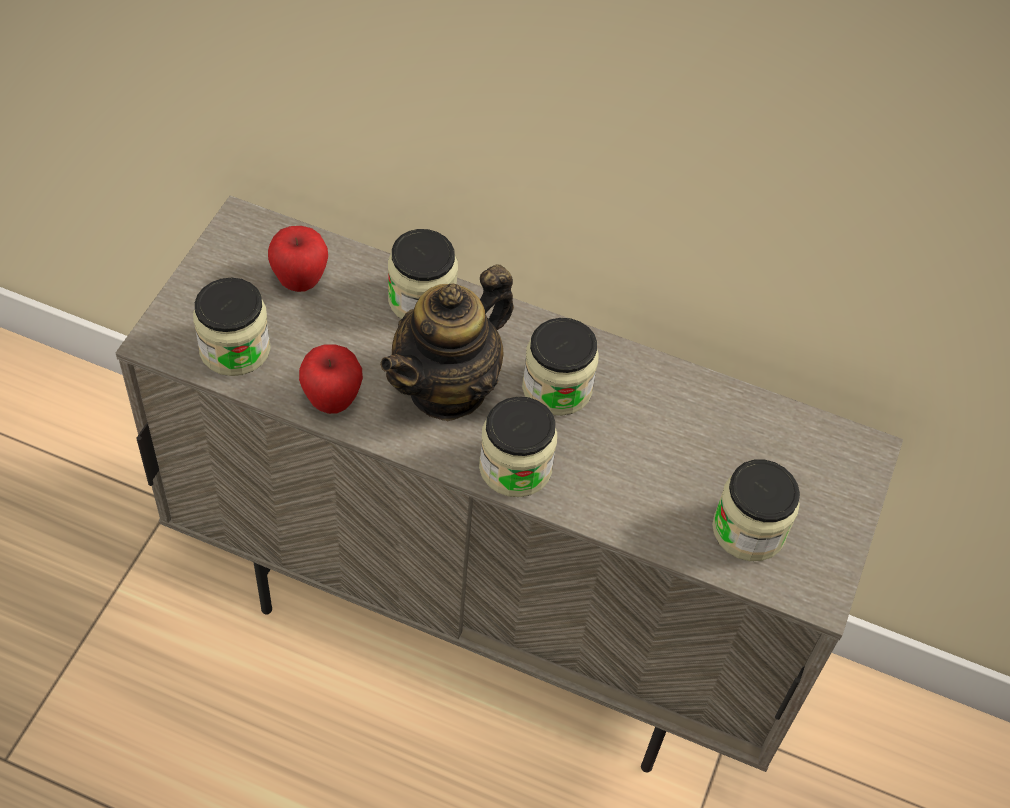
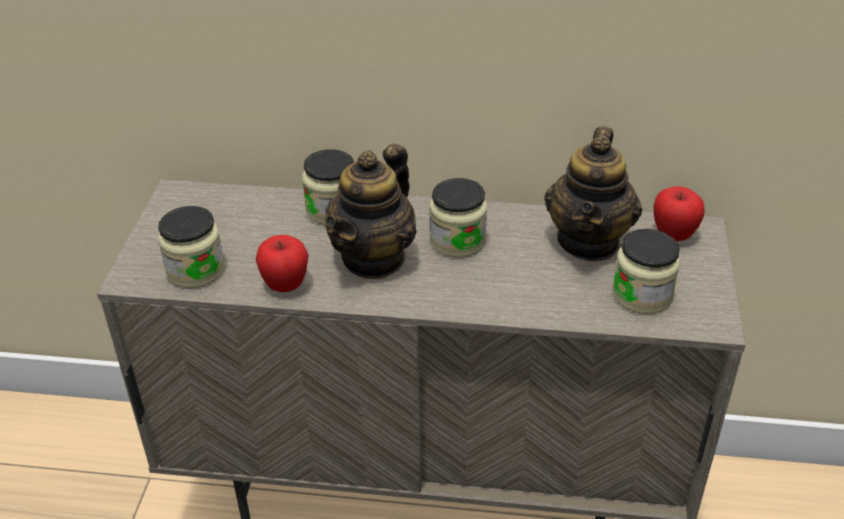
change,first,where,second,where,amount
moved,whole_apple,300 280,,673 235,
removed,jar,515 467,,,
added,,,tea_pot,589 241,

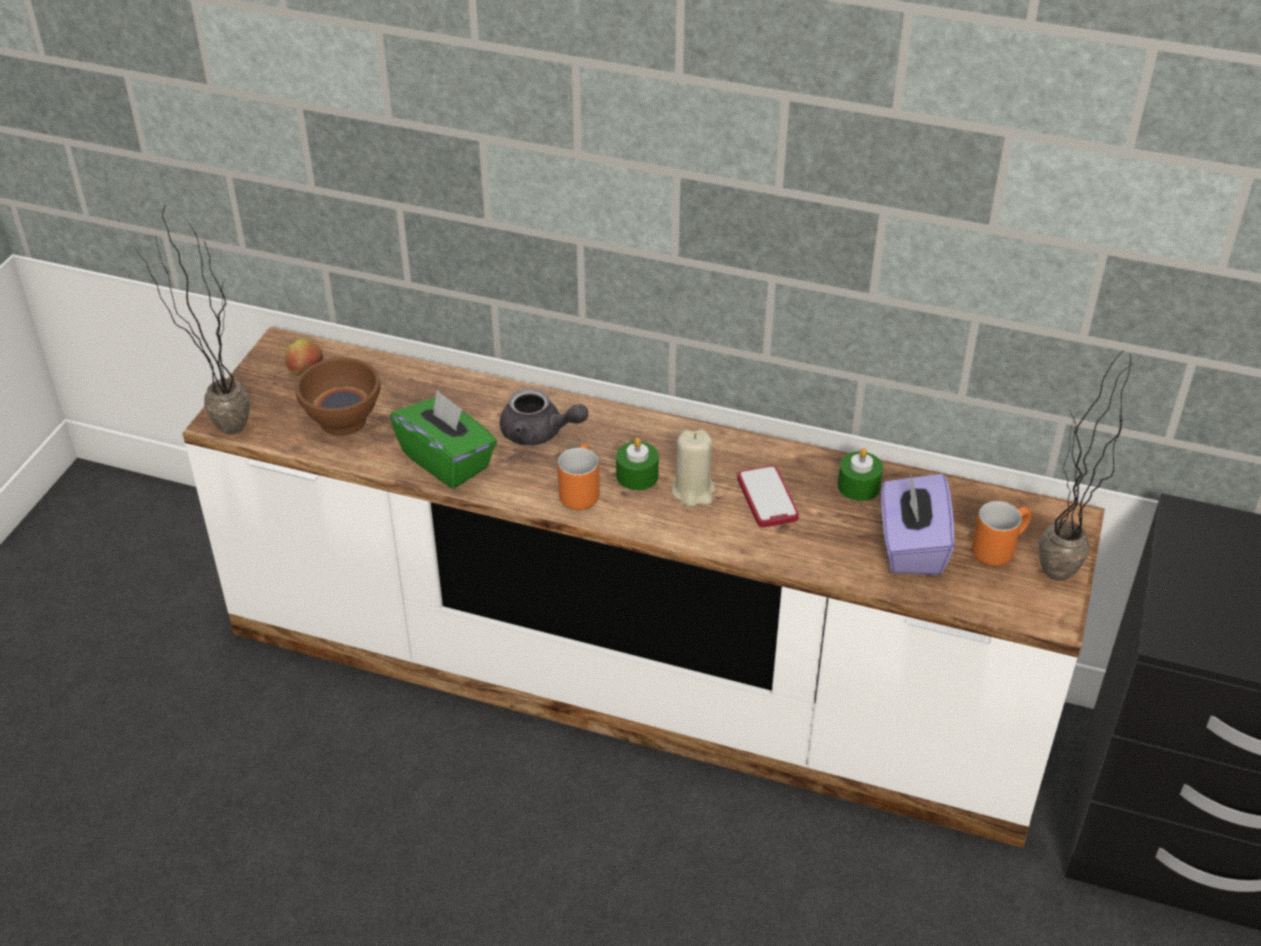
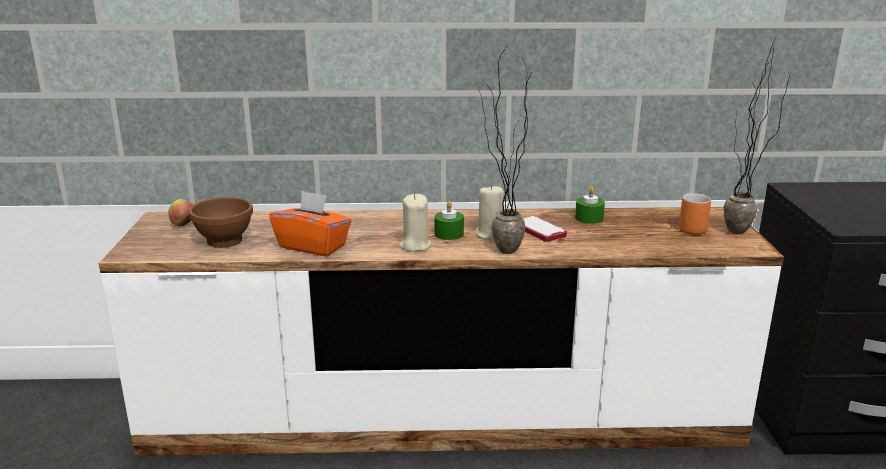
change,first,where,second,where,amount
moved,plant_in_a_pot,219 428,,497 253,
removed,greyish_tea_pot,539 433,,,
recoloured,greenish_box_of_tissues,447 460,orange_box_of_tissues,313 246,
replaced,orange_coffee_mug,578 491,sand-coloured_wax_candle,415 245,
removed,purple-coloured_box_of_tissues,911 546,,,

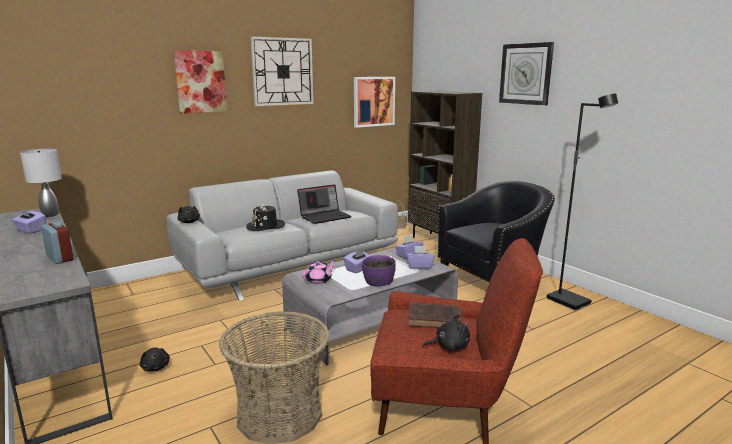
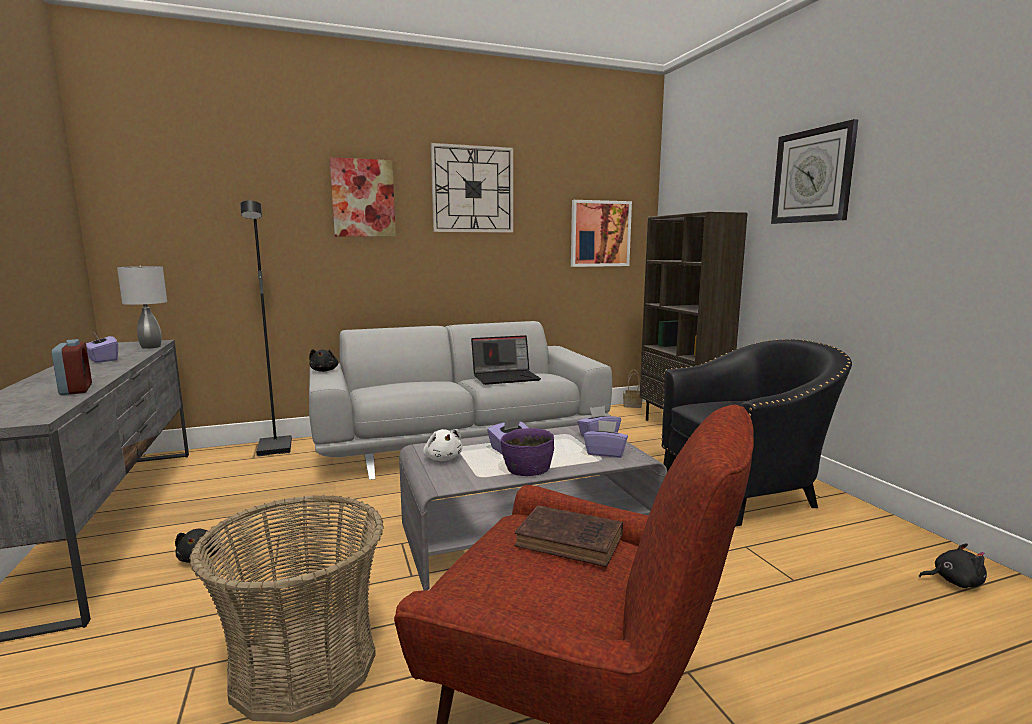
change,first,where,second,where,amount
moved,black-coloured_standing_lamp,569 301,,276 448,
removed,black-coloured_wearable_hat,265 226,,,
replaced,pinkish_tea_pot,319 280,white-coloured_plush_toy,442 458,
moved,black-coloured_plush_toy,449 346,,953 581,

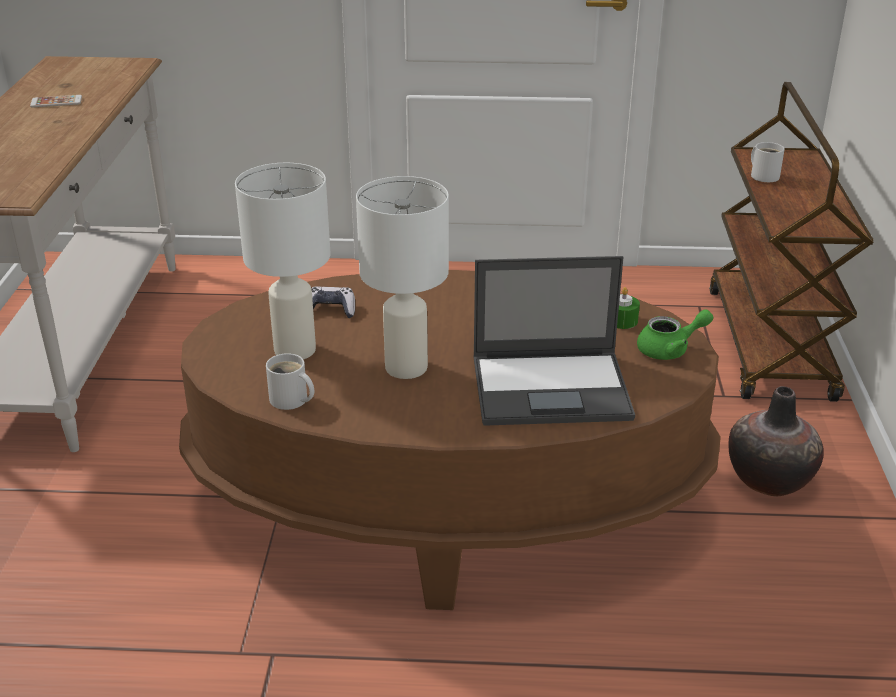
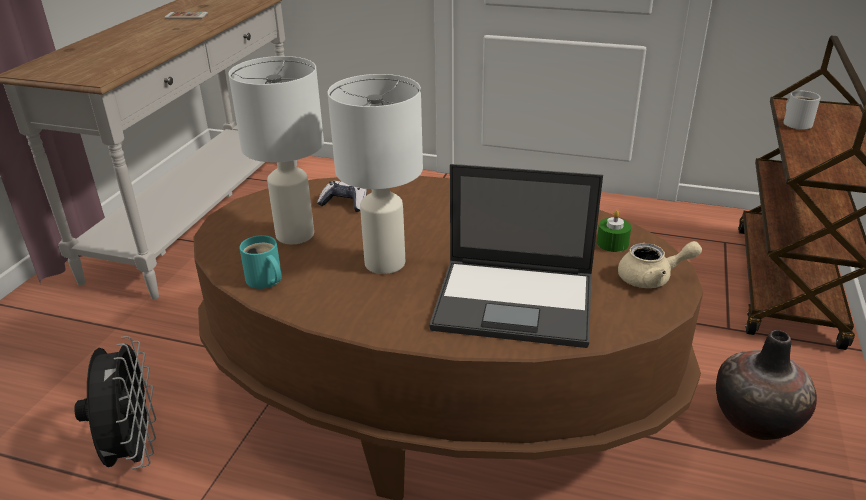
change,first,where,second,where,amount
recoloured,greenish_tea_pot,670 350,sand-coloured_tea_pot,652 278,
recoloured,white-coloured_coffee_mug,290 401,turquoise-coloured_coffee_mug,264 280,
added,,,black-coloured_fan,133 450,

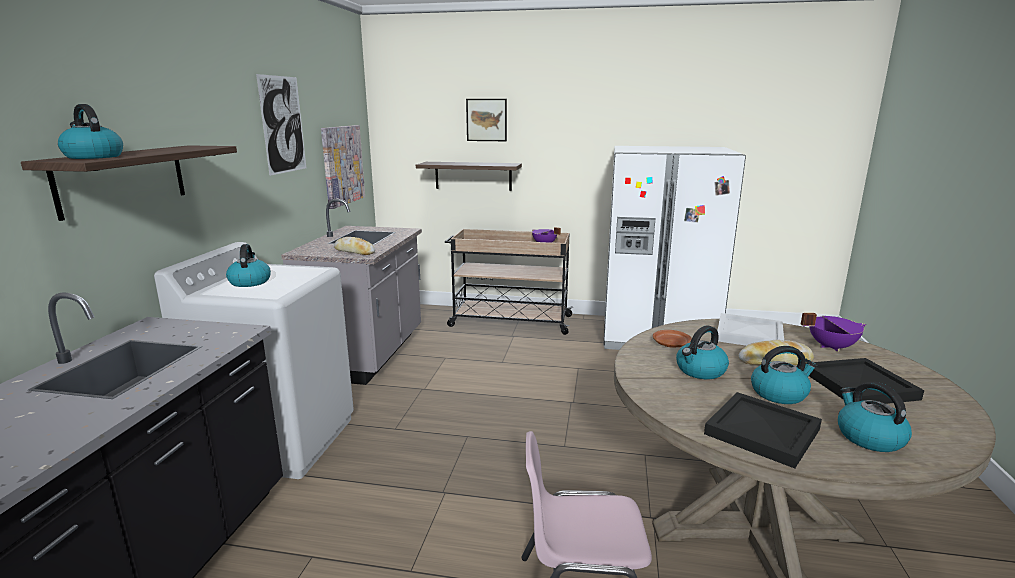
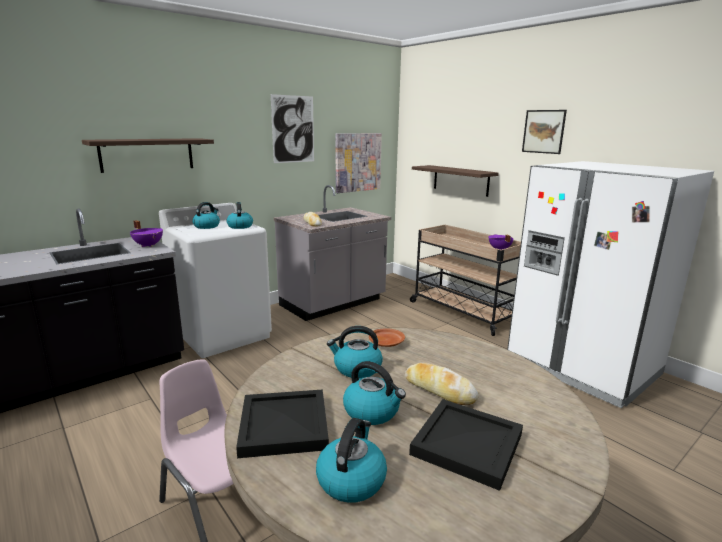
change,first,where,second,where,amount
moved,picture,486 120,,543 131,
moved,kettle,93 157,,240 226,
removed,white-coloured_serving_tray,750 335,,,
moved,purple-coloured_saucepot,830 346,,149 245,

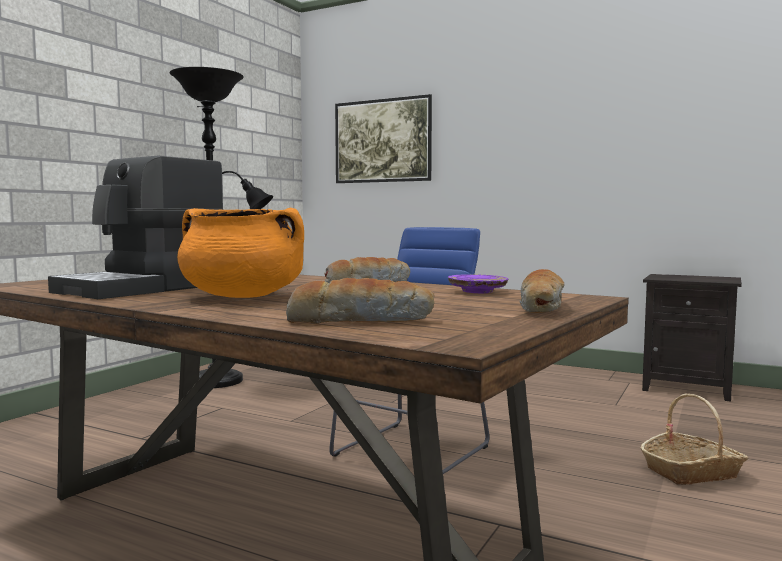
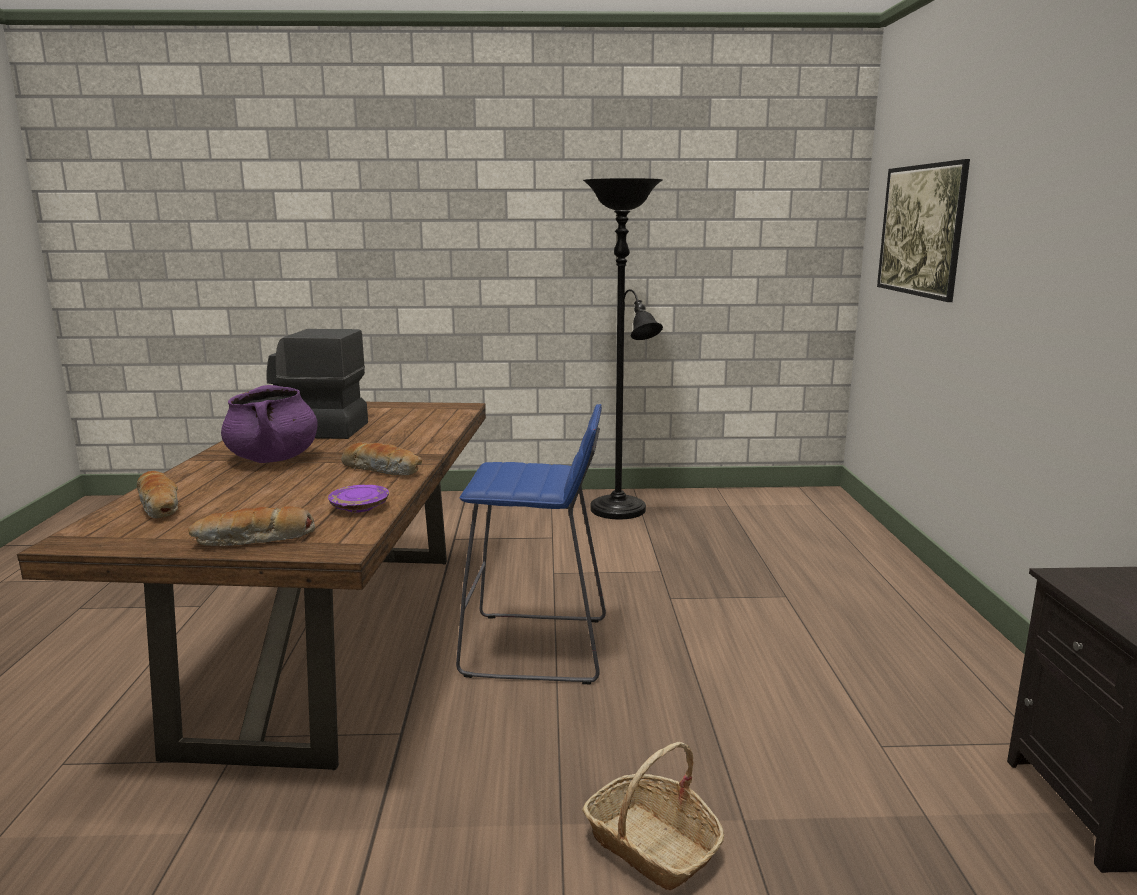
change,first,where,second,where,amount
recoloured,orange_saucepot,243 297,purple-coloured_saucepot,273 459,

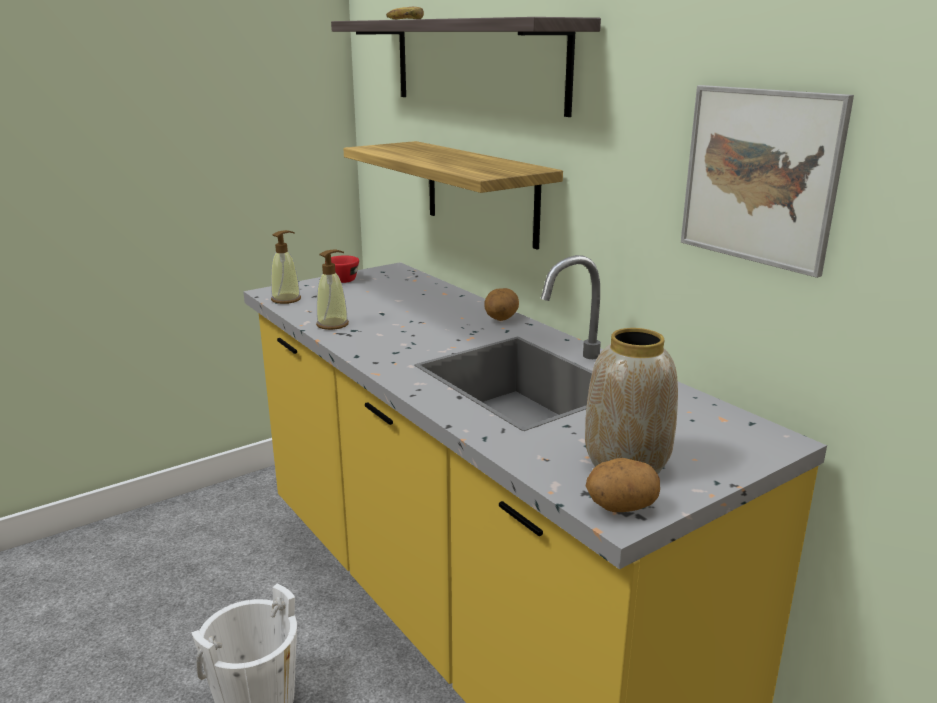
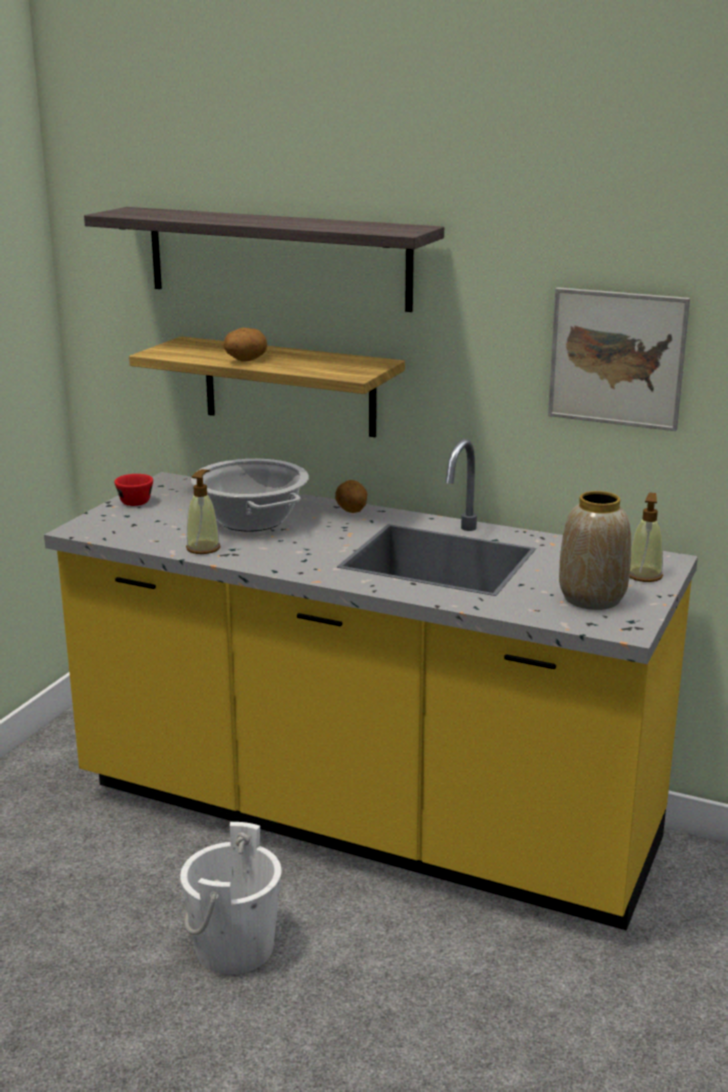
change,first,where,second,where,amount
removed,whole_banana,403 19,,,
moved,soap_dispenser,286 299,,644 575,
moved,whole_potato,621 507,,245 360,
added,,,saucepot,252 520,

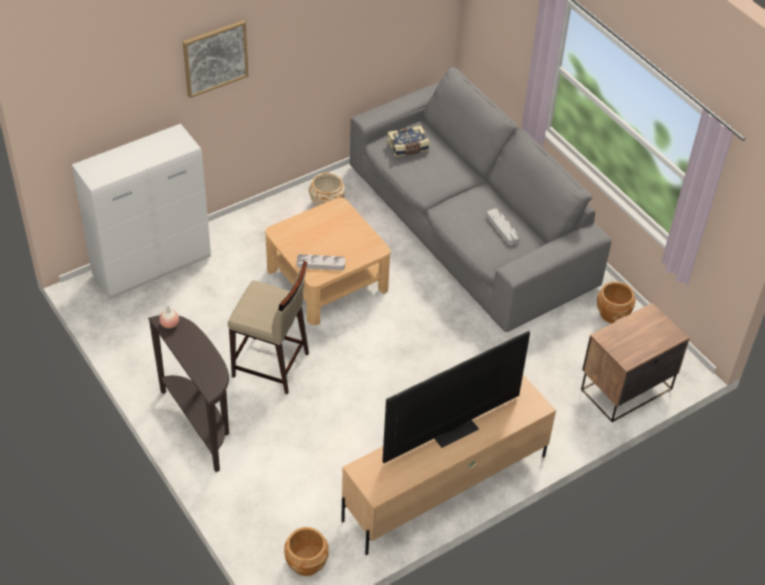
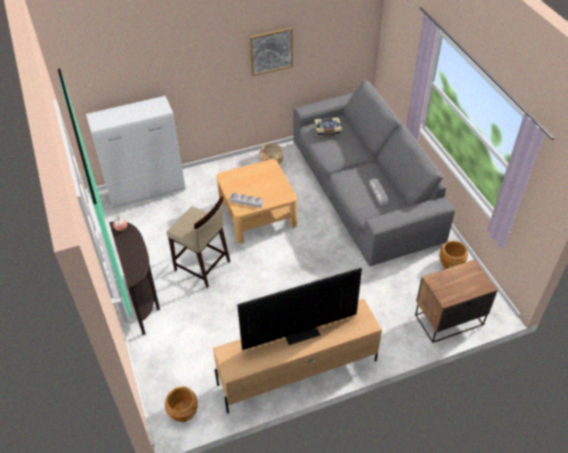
change,first,where,second,where,amount
moved,picture,215 58,,271 51,

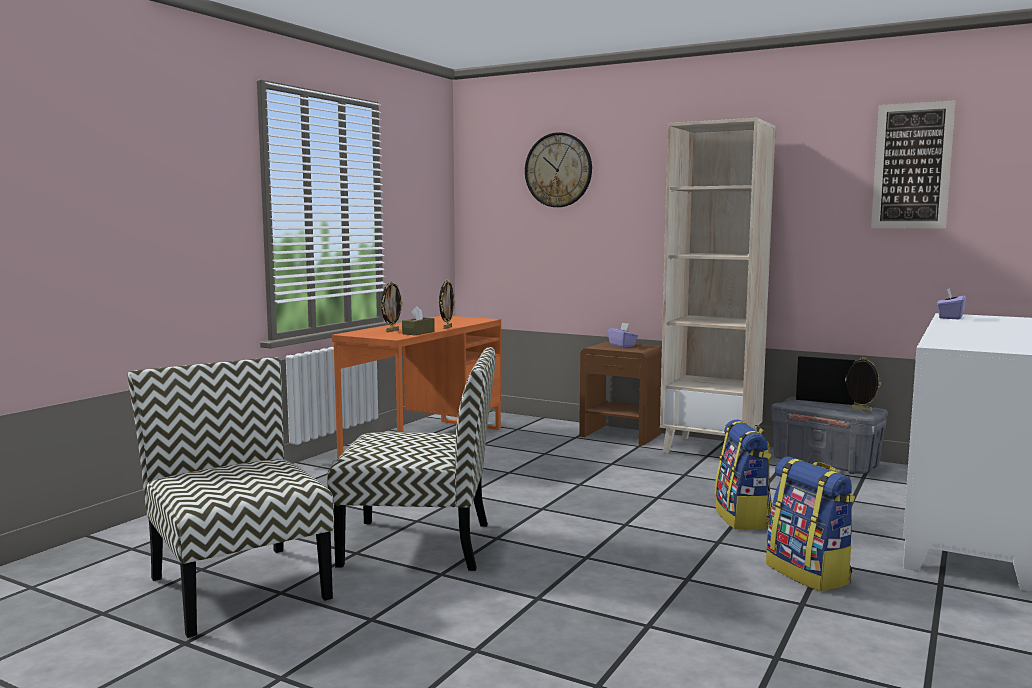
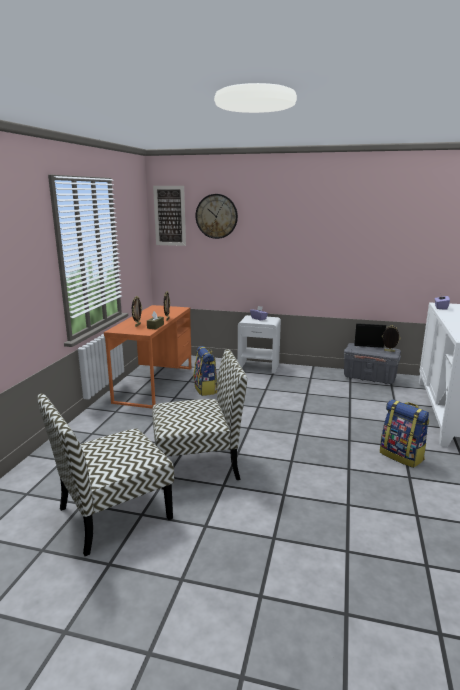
change,first,where,second,where,amount
moved,picture,912 166,,169 216,
removed,sand-coloured_shelving_unit,711 450,,,
recoloured,brown_nightstand,621 435,white-coloured_nightstand,259 366,
turned,chair,237 587,,113 514,75 degrees counterclockwise
moved,knapsack,743 518,,206 389,

